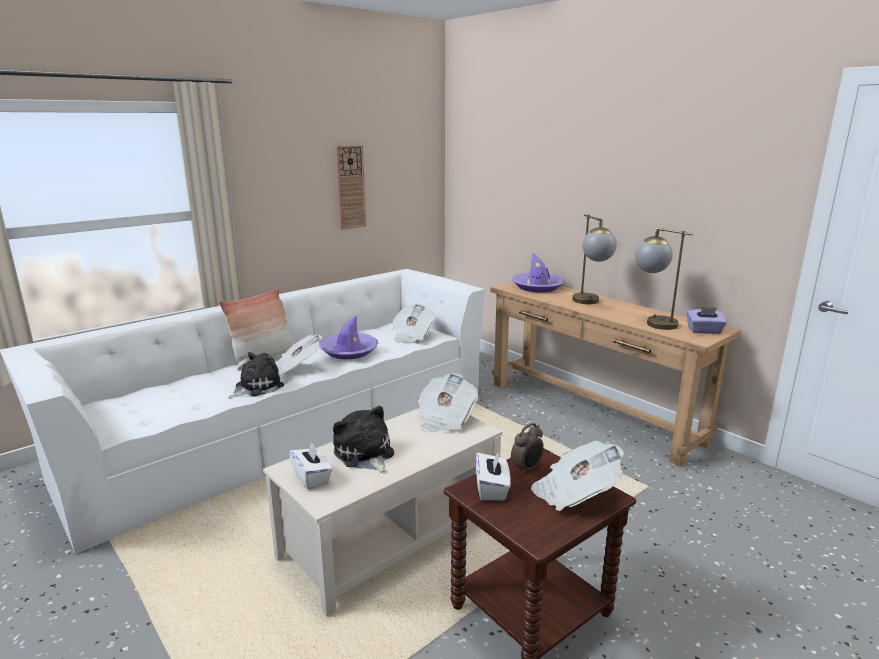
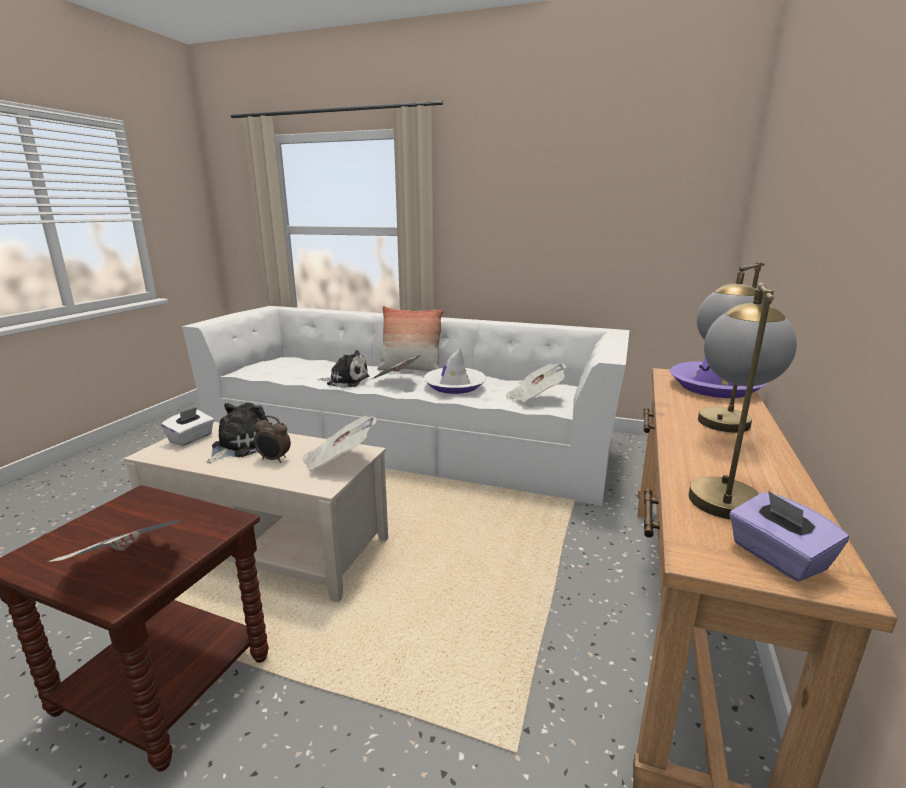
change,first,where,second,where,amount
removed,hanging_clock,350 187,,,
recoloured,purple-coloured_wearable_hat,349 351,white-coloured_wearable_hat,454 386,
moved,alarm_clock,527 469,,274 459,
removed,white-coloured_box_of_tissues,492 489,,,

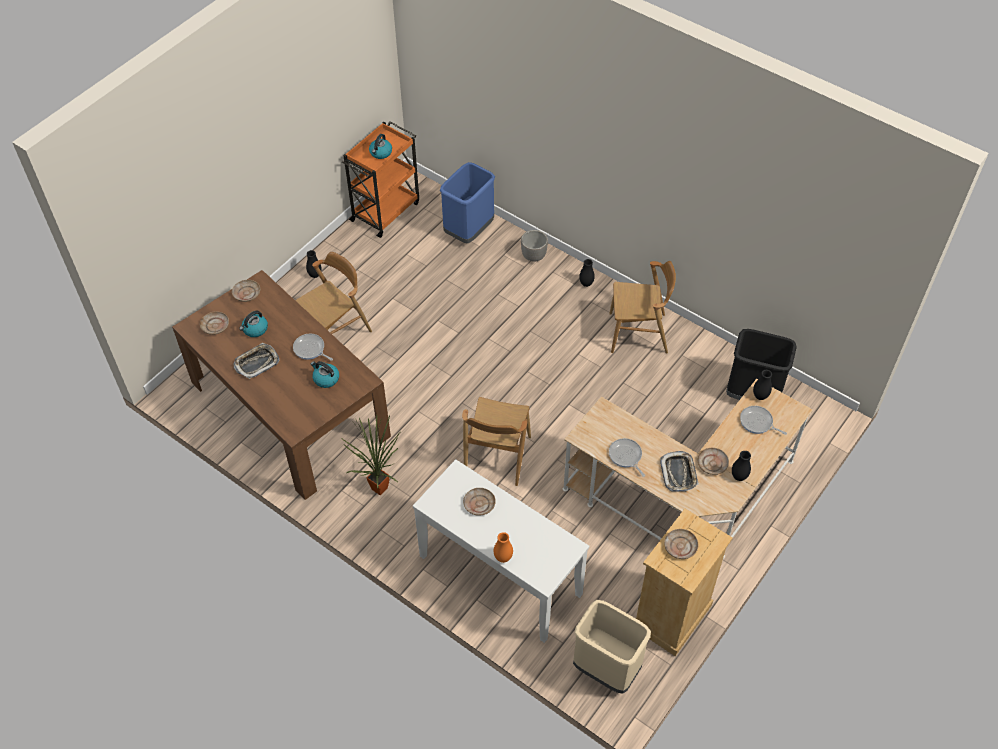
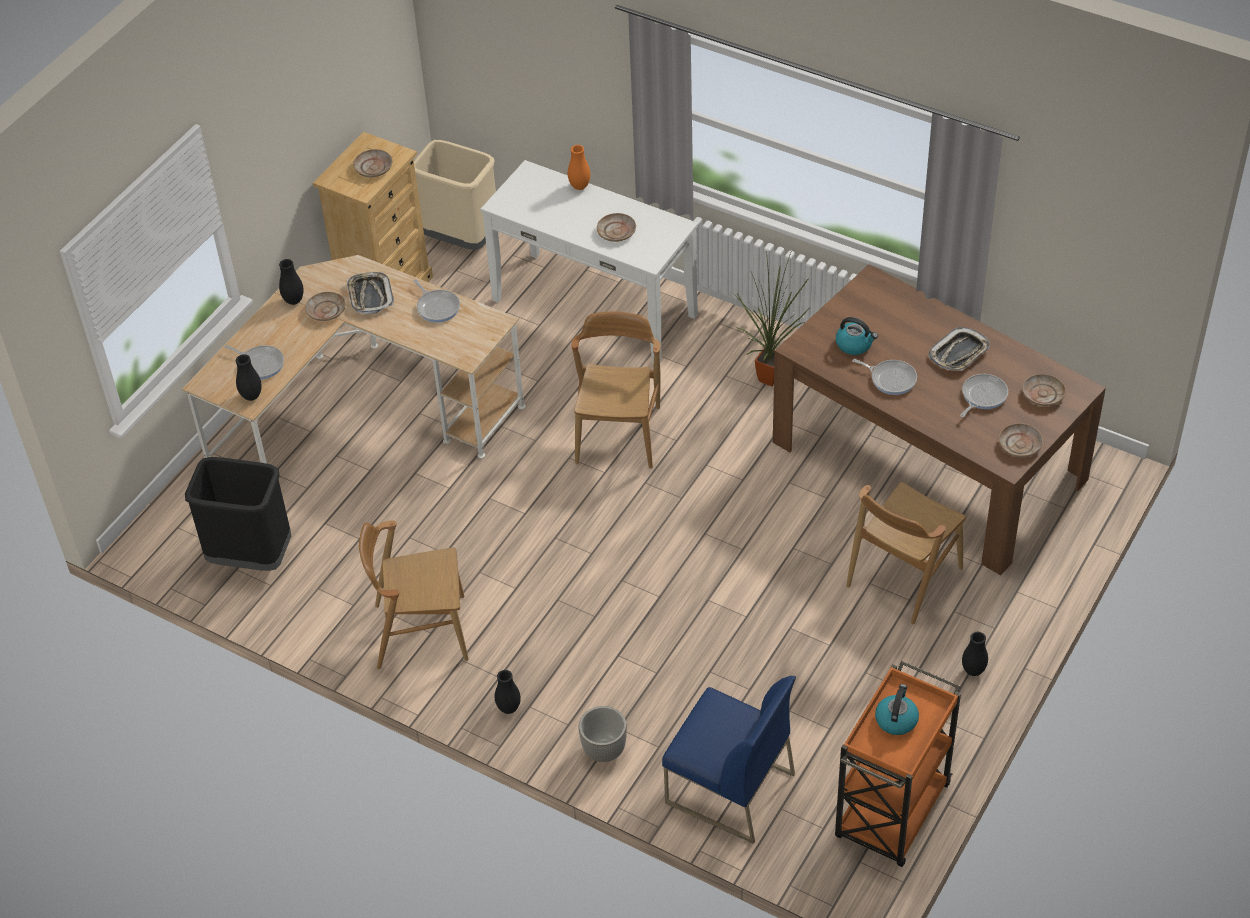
change,first,where,second,where,amount
replaced,bluish_trash_can,469 231,bluish_chair,728 789,
replaced,kettle,255 329,frying_pan,982 396,

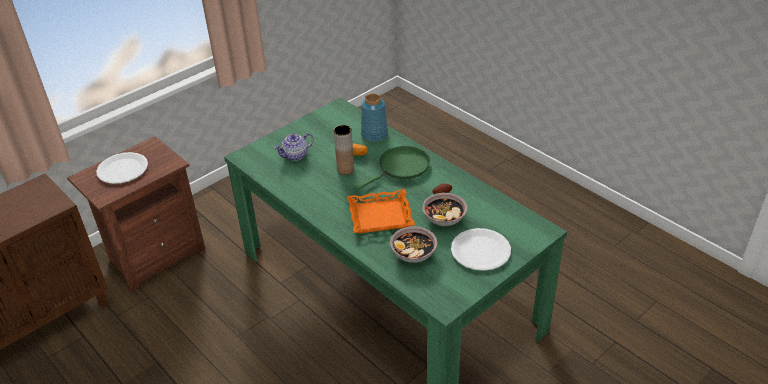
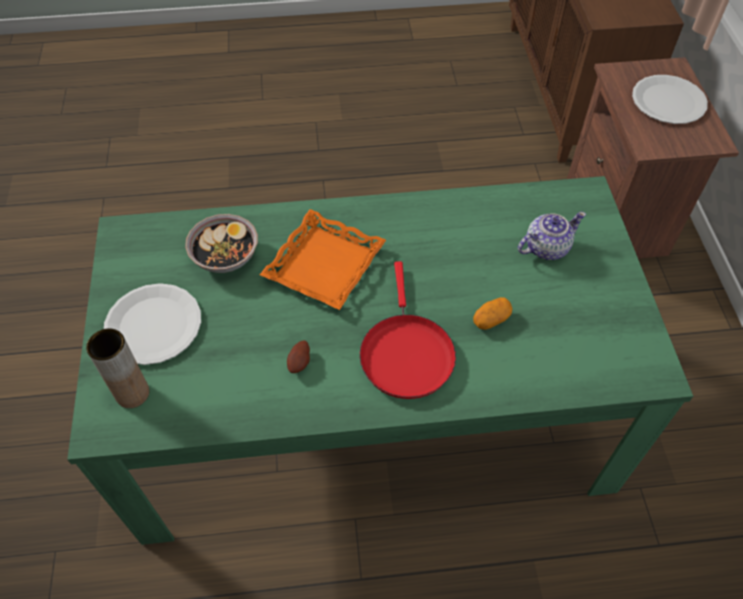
change,first,where,second,where,amount
removed,bluish_vase,374 135,,,
moved,brown_vase,345 169,,132 393,
turned,tea_pot,295 155,,545 248,60 degrees clockwise
recoloured,greenish_frying_pan,401 168,red_frying_pan,405 353,
removed,serving_bowl,444 218,,,

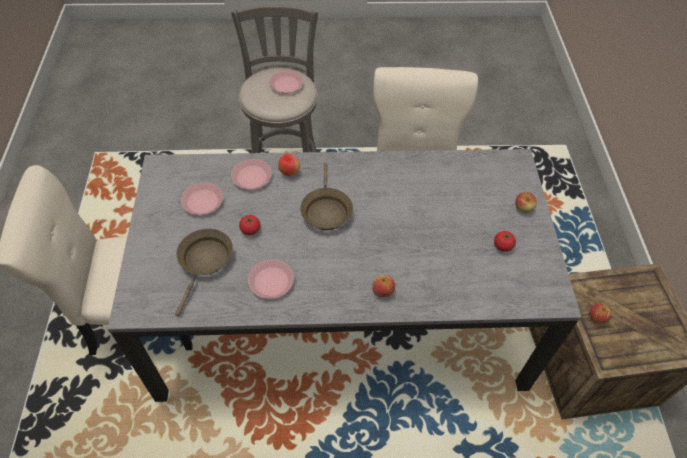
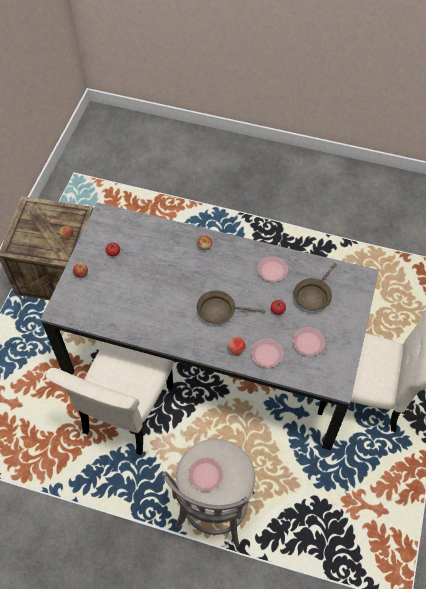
change,first,where,second,where,amount
turned,brown_frying_pan,326 210,,220 311,105 degrees counterclockwise

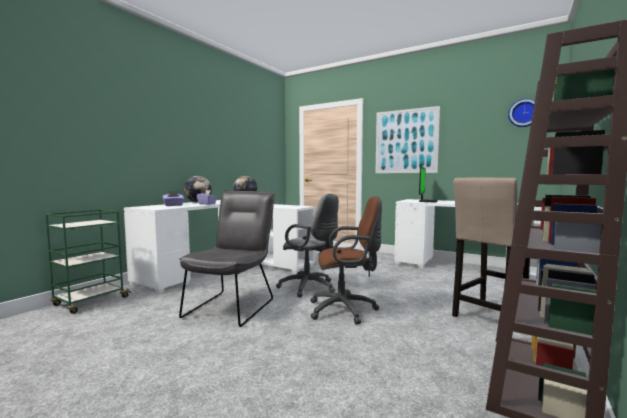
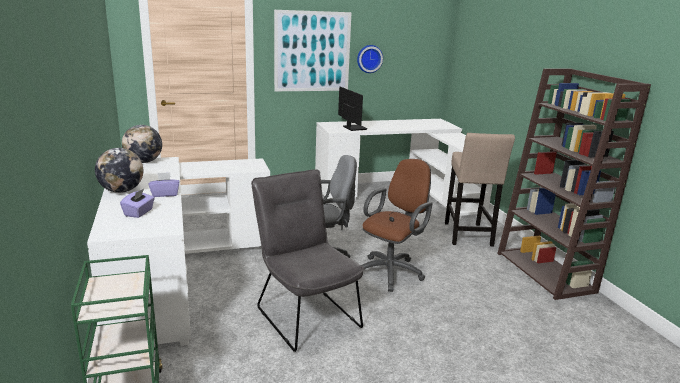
change,first,where,second,where,amount
moved,hanging_clock,524 113,,369 58,

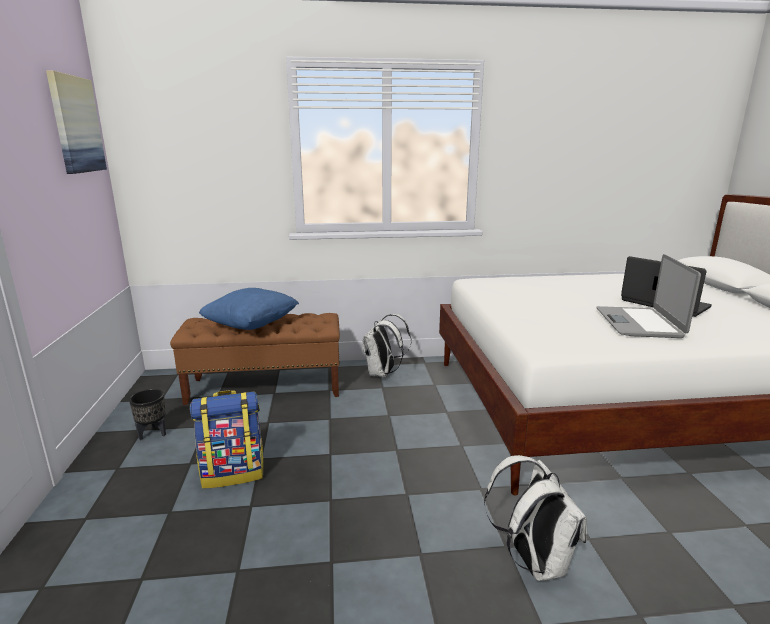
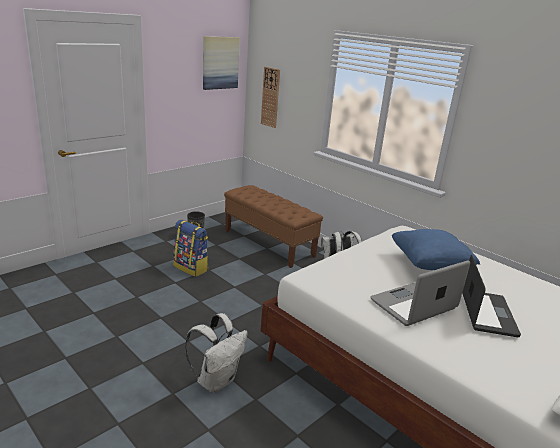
change,first,where,second,where,amount
moved,bluish_throw_pillow,251 326,,429 264,
added,,,hanging_clock,270 97,

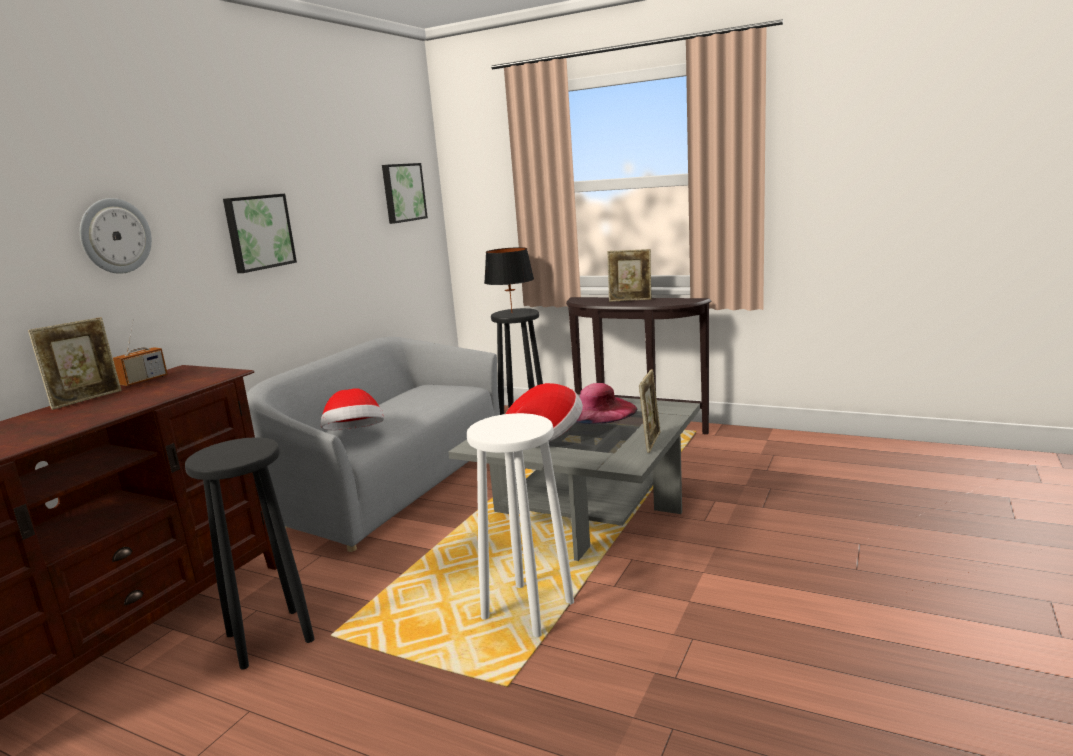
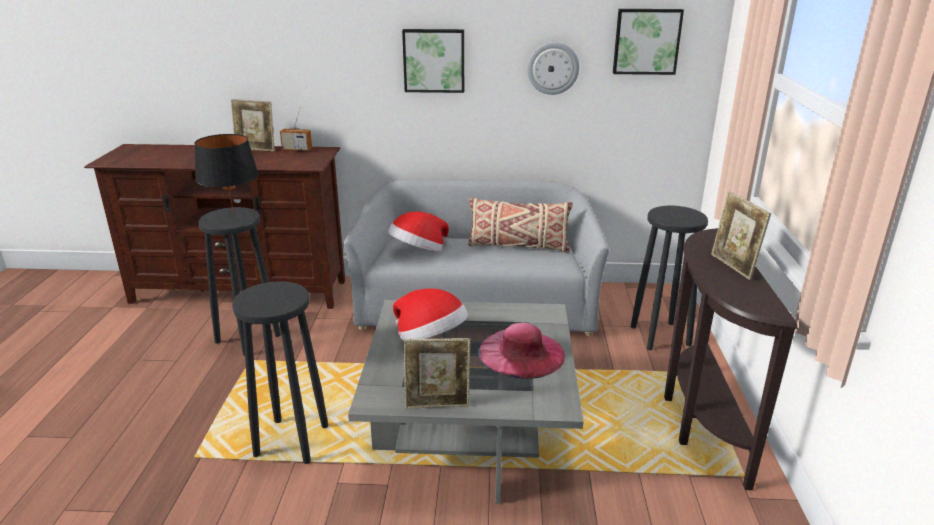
change,first,where,second,where,amount
moved,hanging_clock,115 236,,553 68,
moved,black-coloured_tabletop_lamp,511 313,,233 214,
recoloured,white-coloured_stool_seat,527 611,black-coloured_stool_seat,291 441,
added,,,sand-coloured_throw_pillow,518 246,

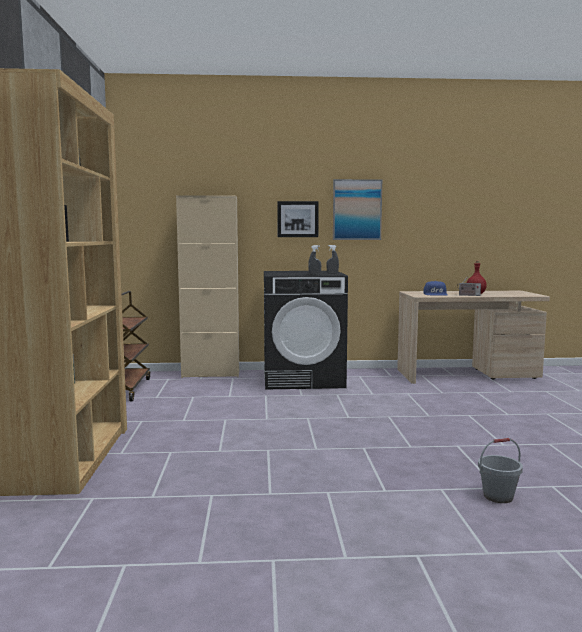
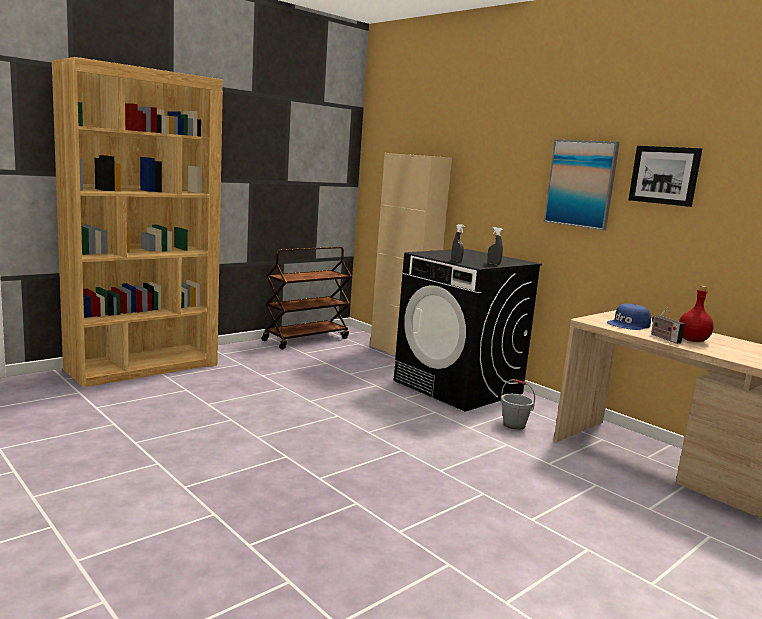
change,first,where,second,where,amount
moved,picture,297 219,,664 175,
moved,greyish_bucket,498 496,,514 425,

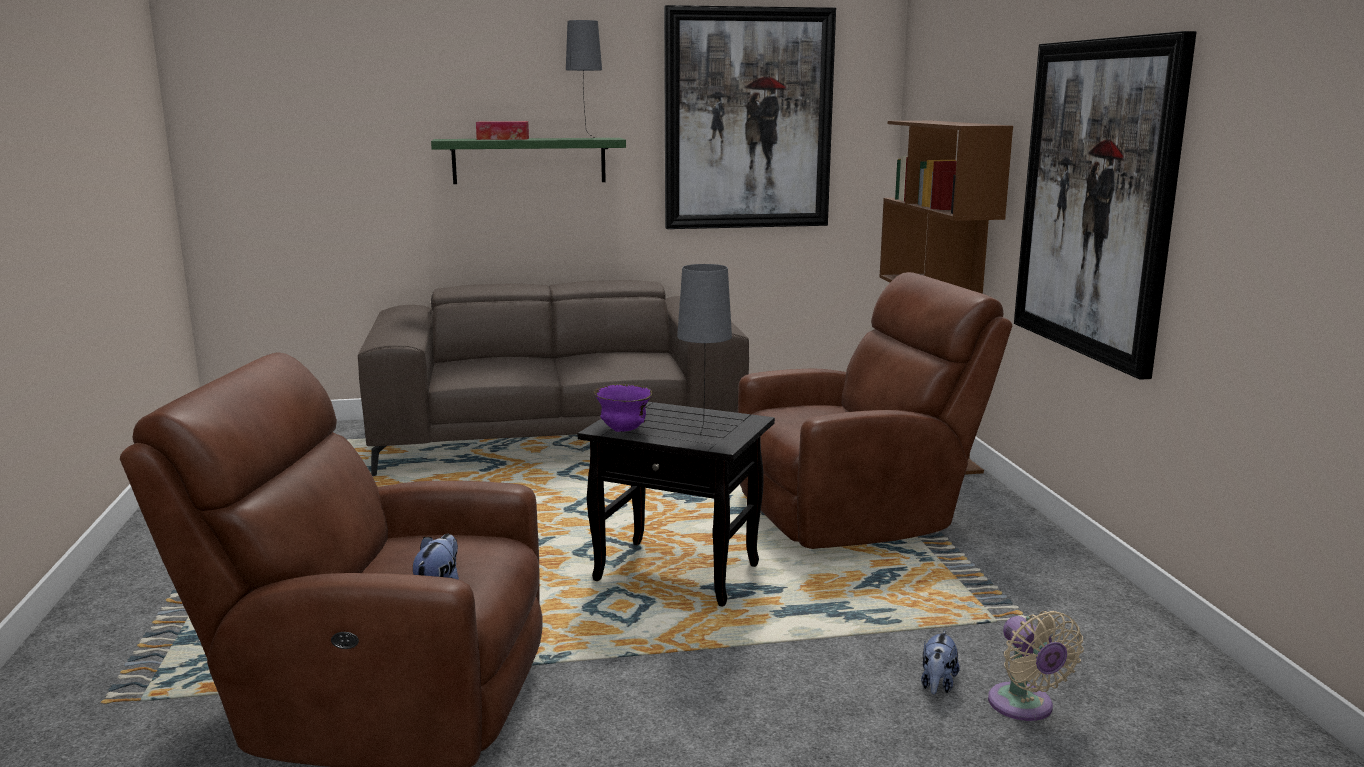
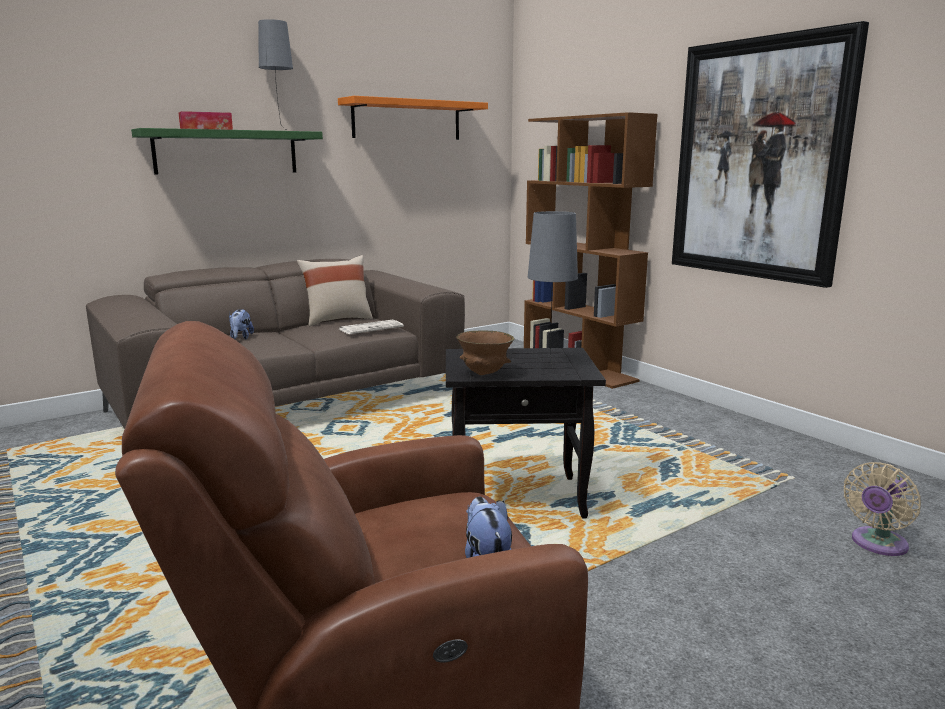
change,first,where,second,where,amount
replaced,picture,748 119,orange_shelf,407 120,
removed,brown_lounge_chair,856 515,,,
recoloured,purple-coloured_serving_bowl,623 431,brown_serving_bowl,484 374,
turned,sand-coloured_fan,1024 707,,877 544,90 degrees clockwise
moved,plush_toy,937 684,,241 338,
added,,,sand-coloured_throw_pillow,337 320,
added,,,printed_paper,371 328,

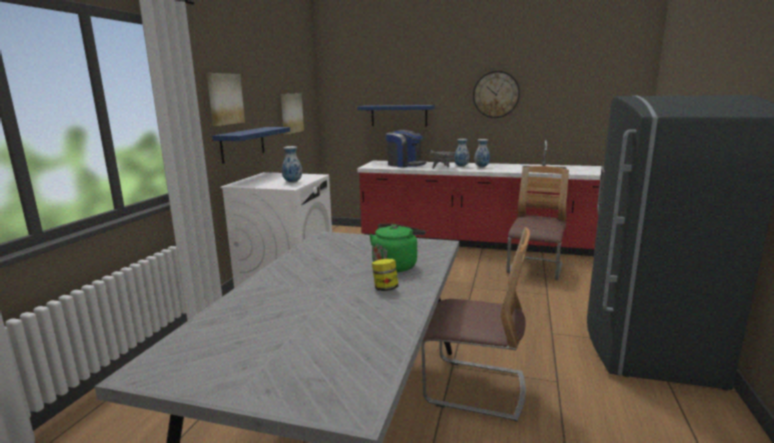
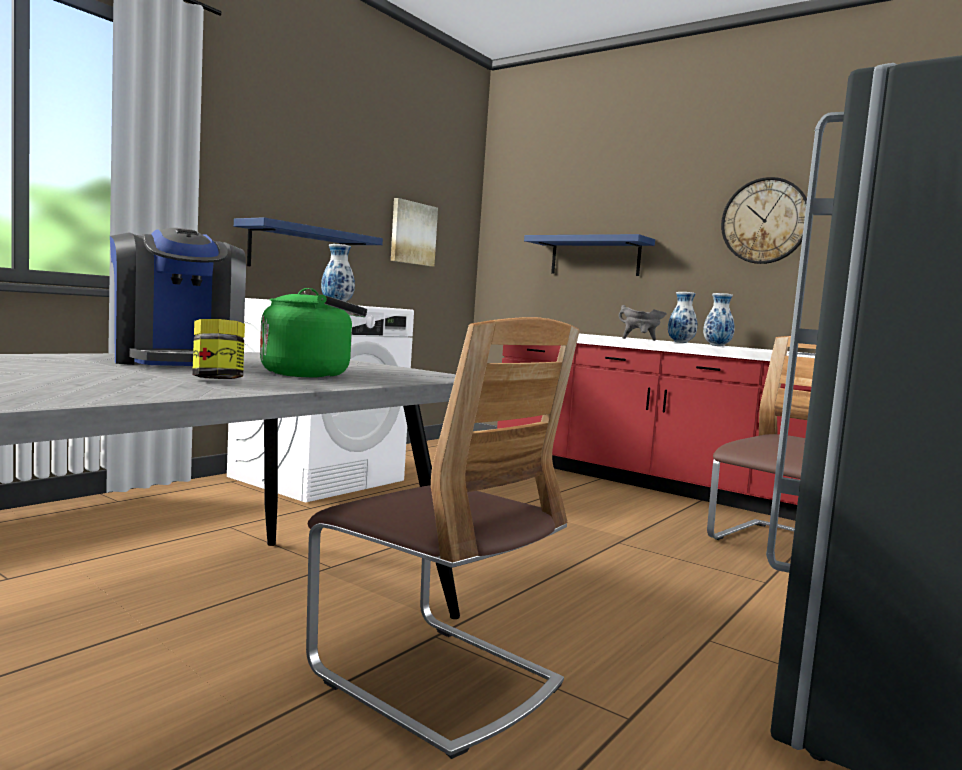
change,first,where,second,where,amount
removed,picture,225 99,,,
moved,coffee_maker,405 164,,178 361,

